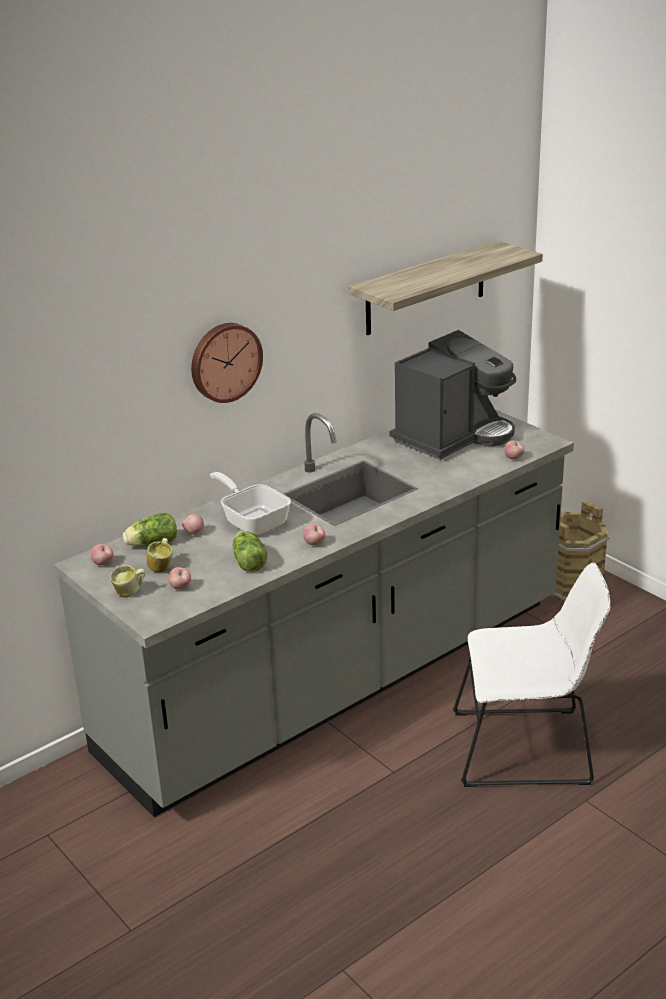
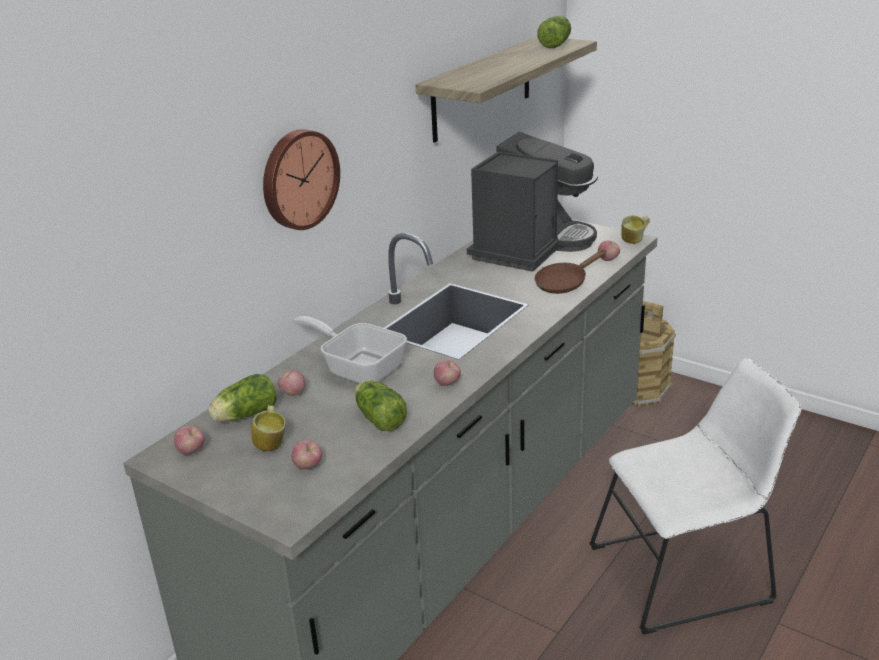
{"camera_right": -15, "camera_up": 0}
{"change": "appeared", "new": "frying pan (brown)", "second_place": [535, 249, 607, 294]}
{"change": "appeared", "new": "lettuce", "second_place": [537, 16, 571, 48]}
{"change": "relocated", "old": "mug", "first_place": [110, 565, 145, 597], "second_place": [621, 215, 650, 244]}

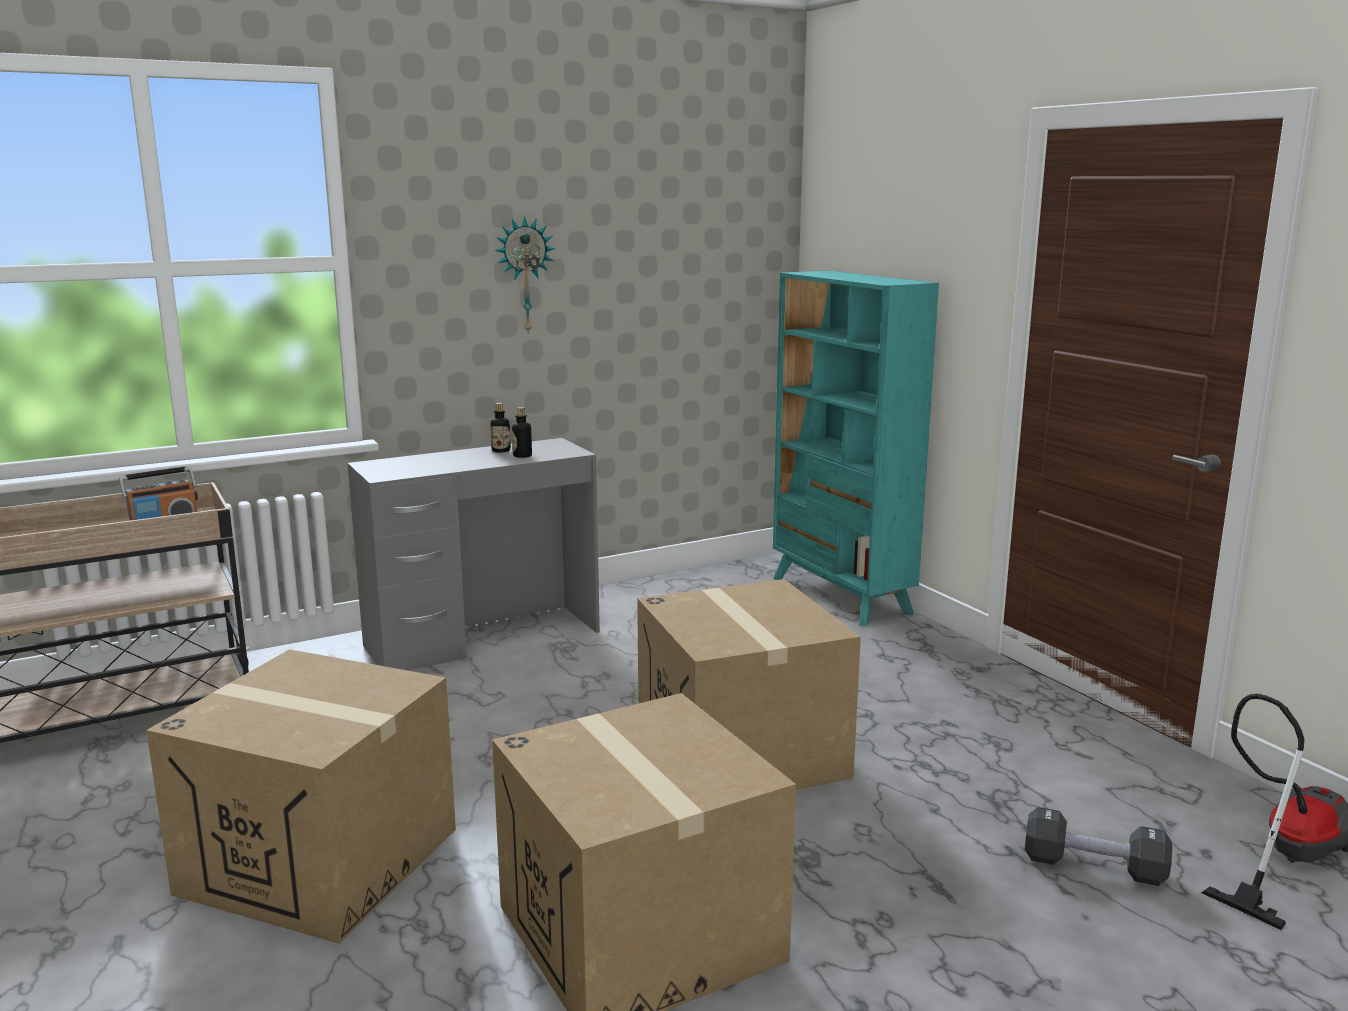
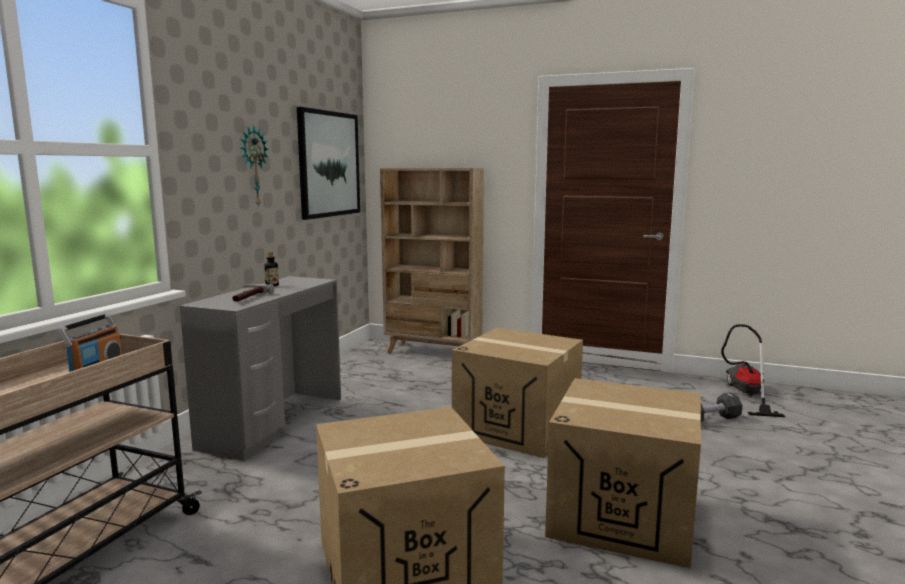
{"camera_right": -40, "camera_up": -5}
{"change": "appeared", "new": "hammer", "second_place": [232, 284, 274, 302]}
{"change": "appeared", "new": "picture", "second_place": [297, 107, 360, 220]}
{"change": "colour", "old": "bookcase (turquoise)", "new": "bookcase (beige)", "first_place": [773, 270, 939, 626], "second_place": [380, 168, 484, 353]}
{"change": "missing", "old": "bottle", "first_place": [512, 407, 532, 458]}

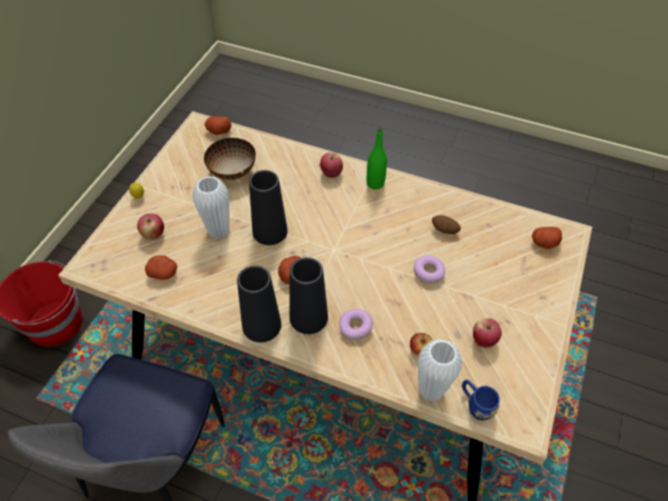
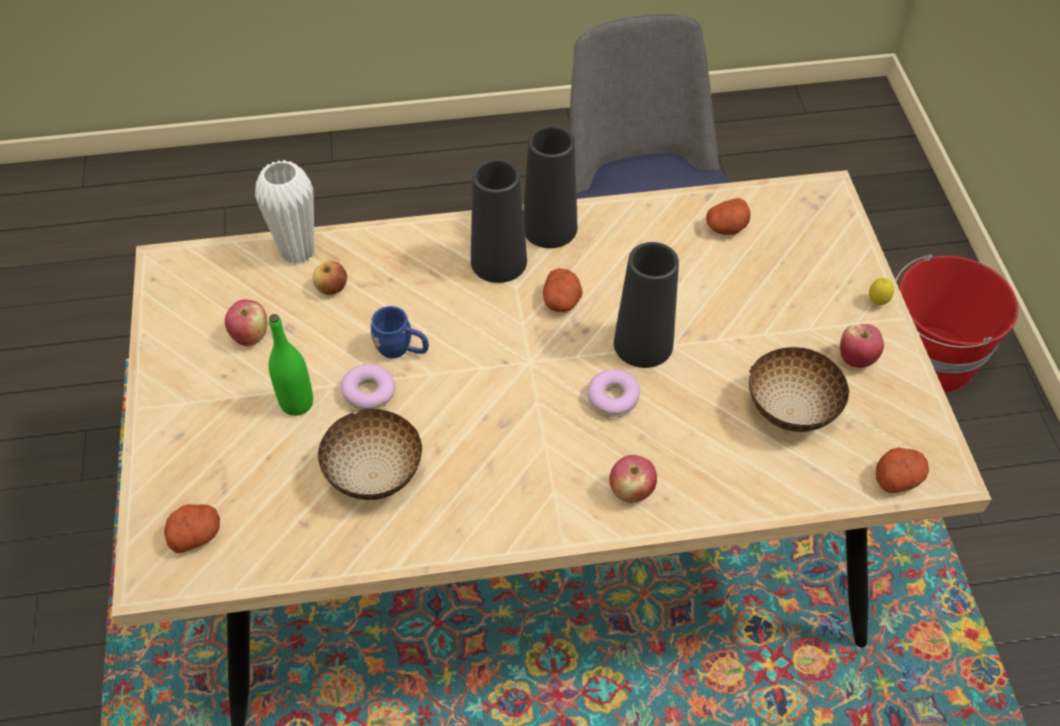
{"camera_right": 150, "camera_up": 0}
{"change": "relocated", "old": "bottle (green)", "first_place": [367, 127, 387, 189], "second_place": [269, 314, 313, 416]}
{"change": "exchanged", "old": "potato", "new": "bowl", "first_place": [432, 215, 461, 234], "second_place": [318, 409, 423, 500]}
{"change": "relocated", "old": "mug (blue)", "first_place": [462, 380, 500, 421], "second_place": [370, 306, 429, 358]}
{"change": "relocated", "old": "donut", "first_place": [339, 309, 373, 340], "second_place": [588, 369, 640, 417]}
{"change": "relocated", "old": "apple", "first_place": [137, 214, 164, 240], "second_place": [840, 324, 884, 368]}
{"change": "missing", "old": "vase (white)", "first_place": [192, 176, 229, 239]}

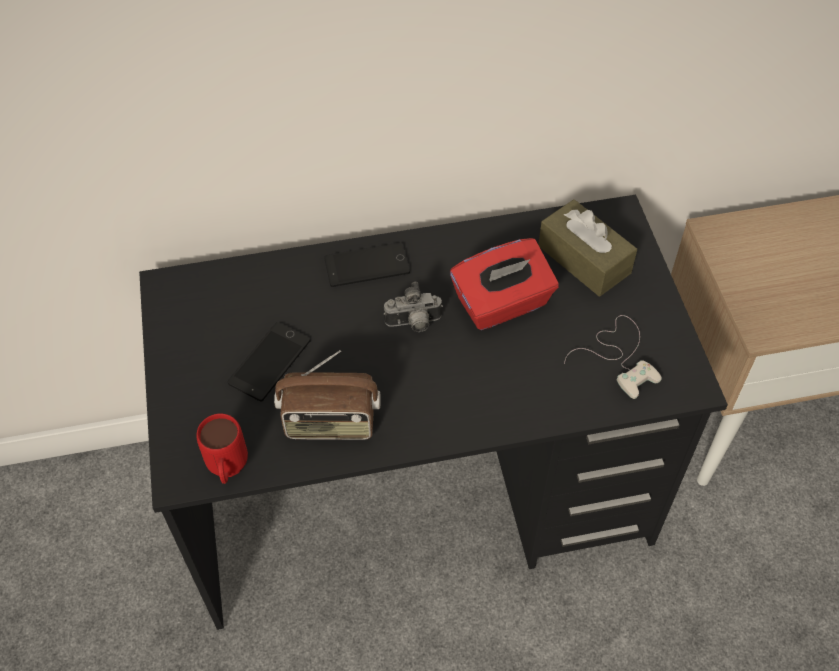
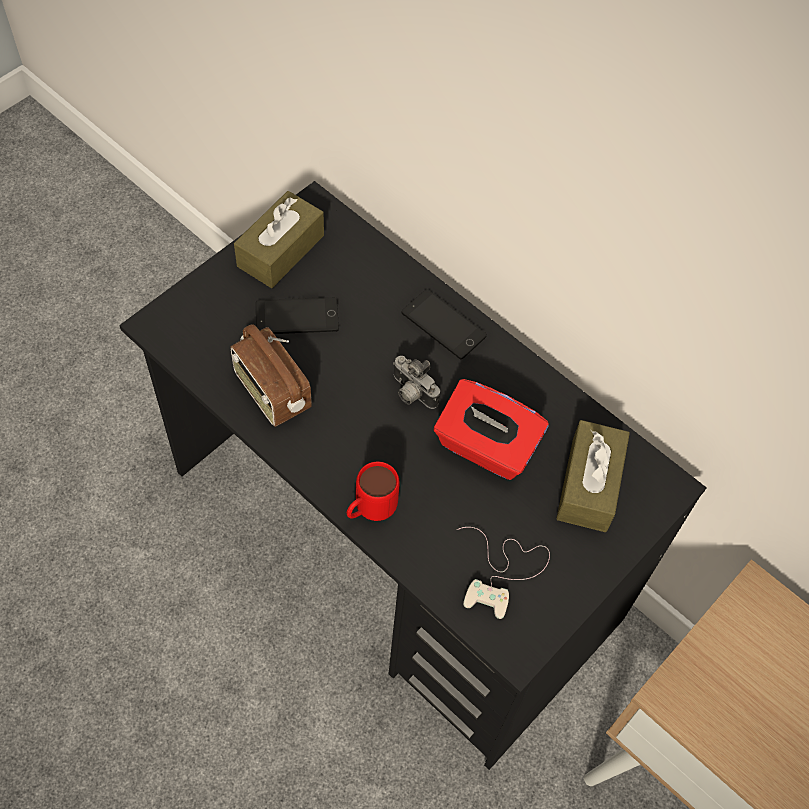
{"camera_right": 50, "camera_up": 5}
{"change": "appeared", "new": "tissue box (brown)", "second_place": [234, 191, 324, 288]}
{"change": "relocated", "old": "mug (red)", "first_place": [196, 413, 248, 484], "second_place": [347, 462, 400, 521]}

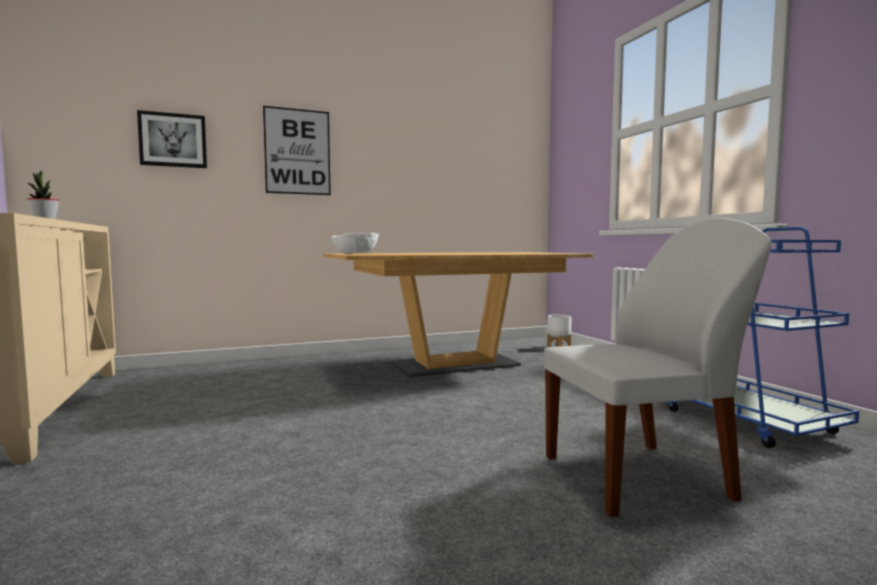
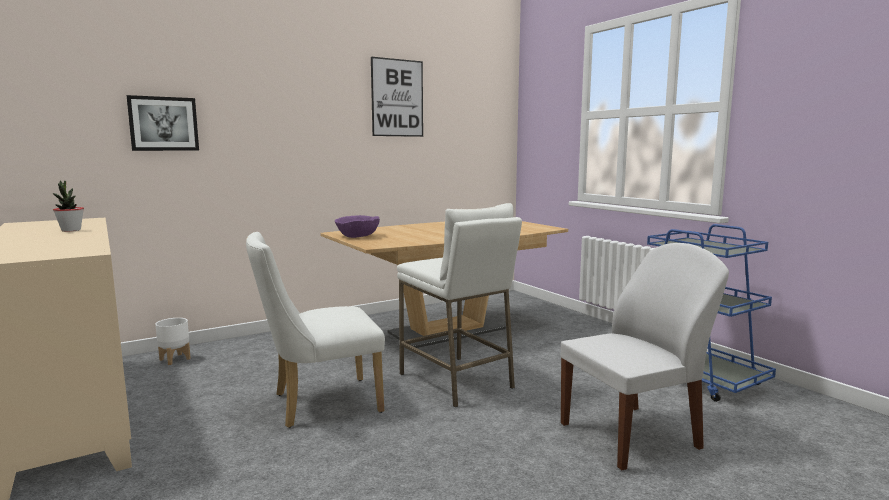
{"camera_right": -10, "camera_up": 5}
{"change": "relocated", "old": "planter (white)", "first_place": [547, 315, 572, 348], "second_place": [155, 318, 191, 365]}
{"change": "appeared", "new": "chair (white)", "second_place": [246, 232, 385, 428]}
{"change": "colour", "old": "bowl (white)", "new": "bowl (purple)", "first_place": [331, 233, 379, 254], "second_place": [335, 215, 380, 238]}
{"change": "relocated", "old": "picture", "first_place": [263, 106, 331, 195], "second_place": [371, 57, 423, 137]}
{"change": "appeared", "new": "stool (white)", "second_place": [397, 203, 522, 407]}

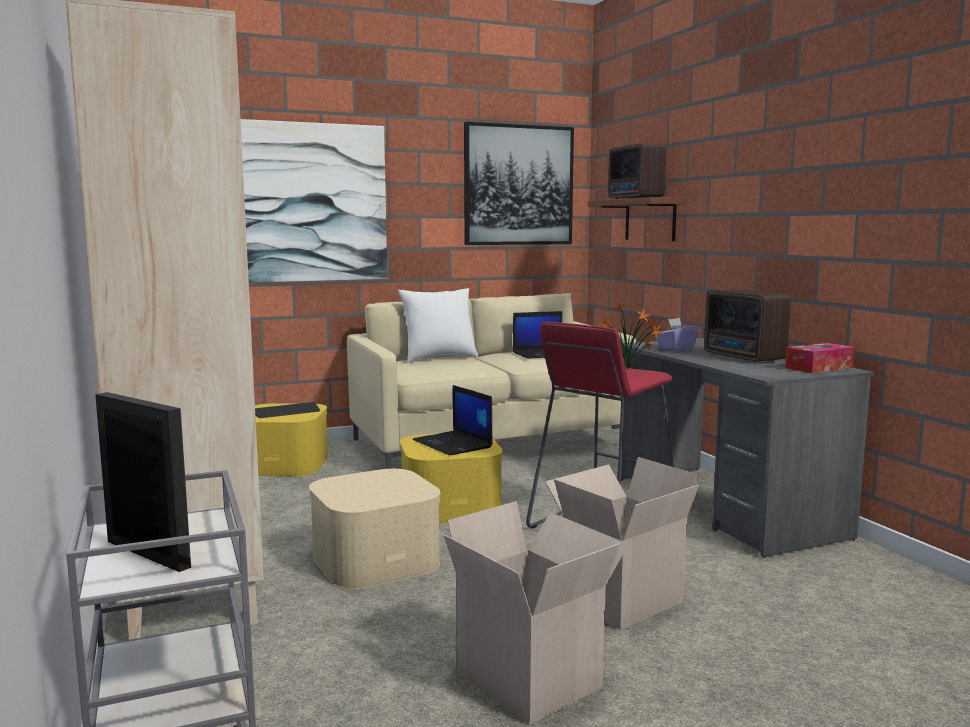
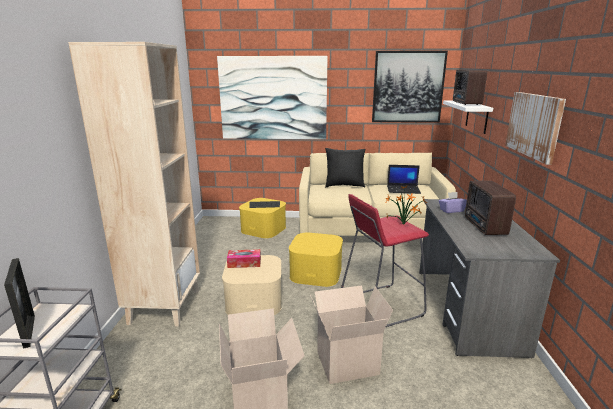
{"camera_right": 25, "camera_up": 10}
{"change": "relocated", "old": "tissue box", "first_place": [785, 343, 855, 373], "second_place": [227, 249, 261, 268]}
{"change": "colour", "old": "pillow (white)", "new": "pillow (black)", "first_place": [398, 288, 478, 363], "second_place": [325, 148, 366, 187]}
{"change": "colour", "old": "shelf (brown)", "new": "shelf (white)", "first_place": [588, 197, 686, 241], "second_place": [443, 101, 493, 134]}
{"change": "appeared", "new": "picture", "second_place": [505, 92, 566, 165]}
{"change": "missing", "old": "laptop", "first_place": [412, 385, 493, 455]}

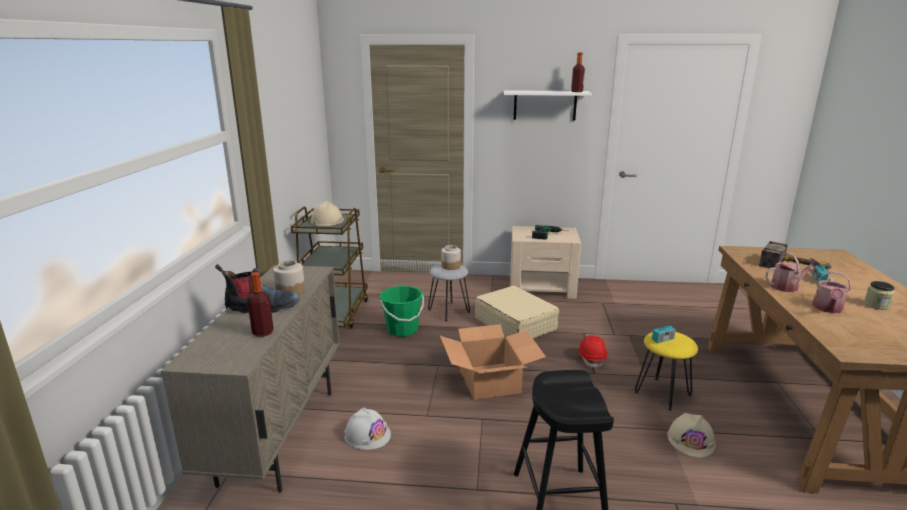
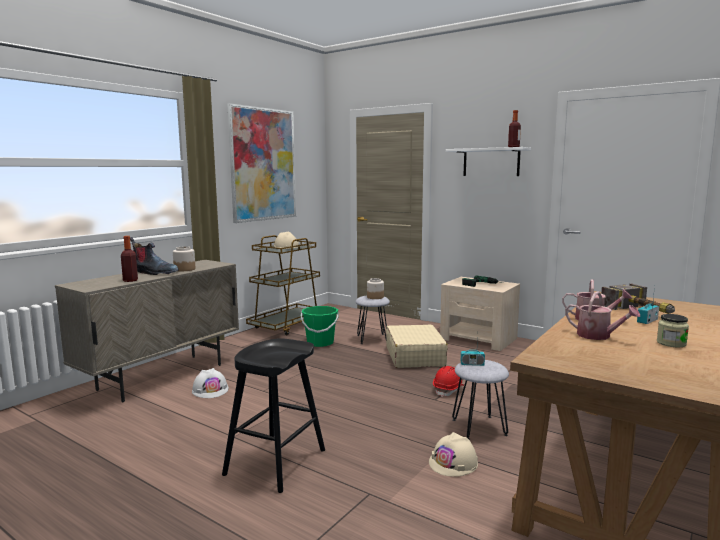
{"camera_right": 30, "camera_up": -10}
{"change": "appeared", "new": "picture", "second_place": [227, 103, 296, 223]}
{"change": "colour", "old": "stool (yellow)", "new": "stool (grey)", "first_place": [635, 332, 698, 411], "second_place": [452, 360, 509, 440]}
{"change": "spun", "old": "watering can", "first_place": [812, 271, 851, 313], "second_place": [565, 291, 640, 340], "degrees": -105}
{"change": "missing", "old": "cardboard box", "first_place": [440, 324, 546, 400]}

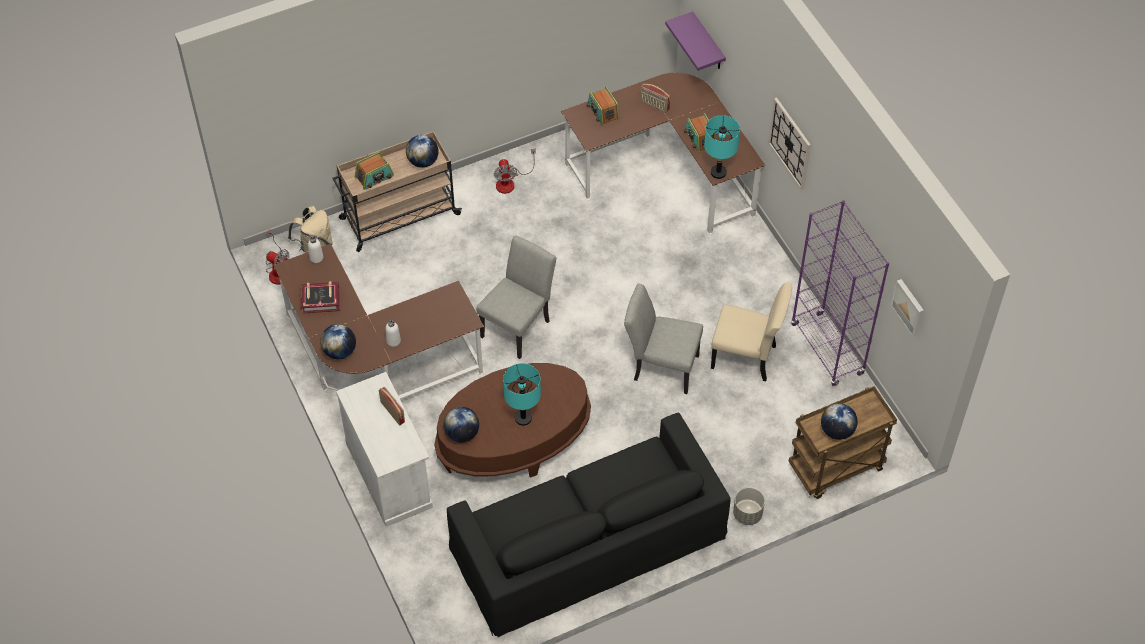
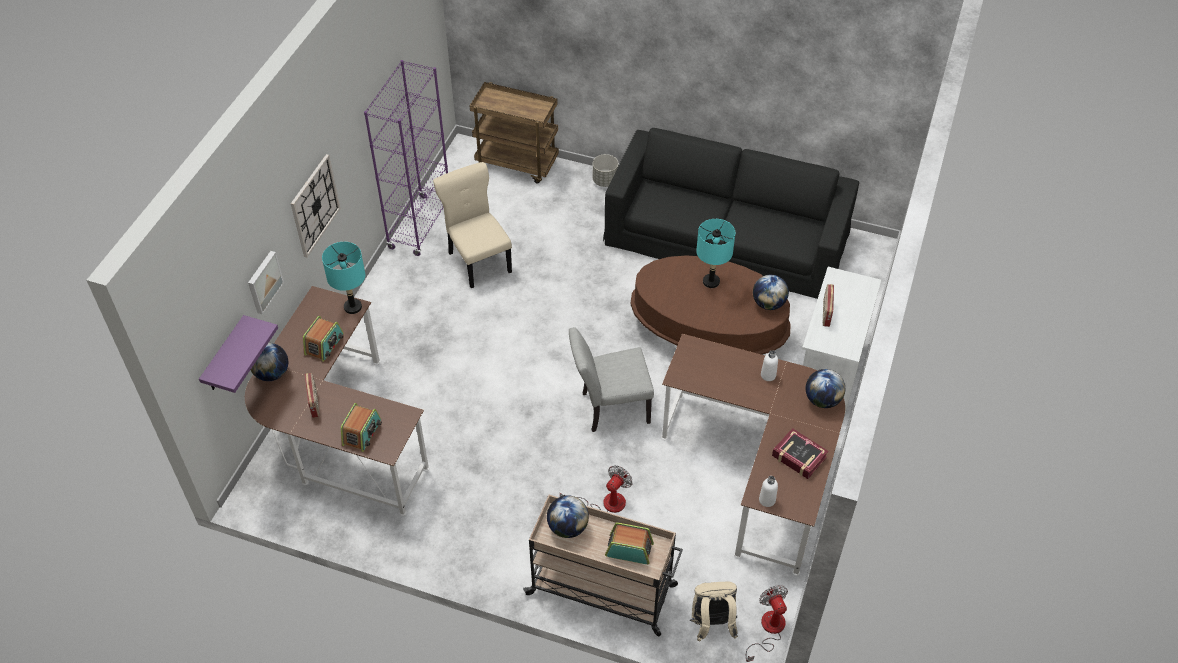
{"camera_right": -135, "camera_up": -5}
{"change": "relocated", "old": "picture", "first_place": [891, 279, 924, 336], "second_place": [248, 251, 284, 314]}
{"change": "relocated", "old": "globe", "first_place": [821, 403, 858, 440], "second_place": [251, 343, 288, 381]}
{"change": "relocated", "old": "fan", "first_place": [494, 149, 536, 194], "second_place": [560, 465, 633, 513]}
{"change": "missing", "old": "chair (grey)", "first_place": [624, 283, 703, 394]}

